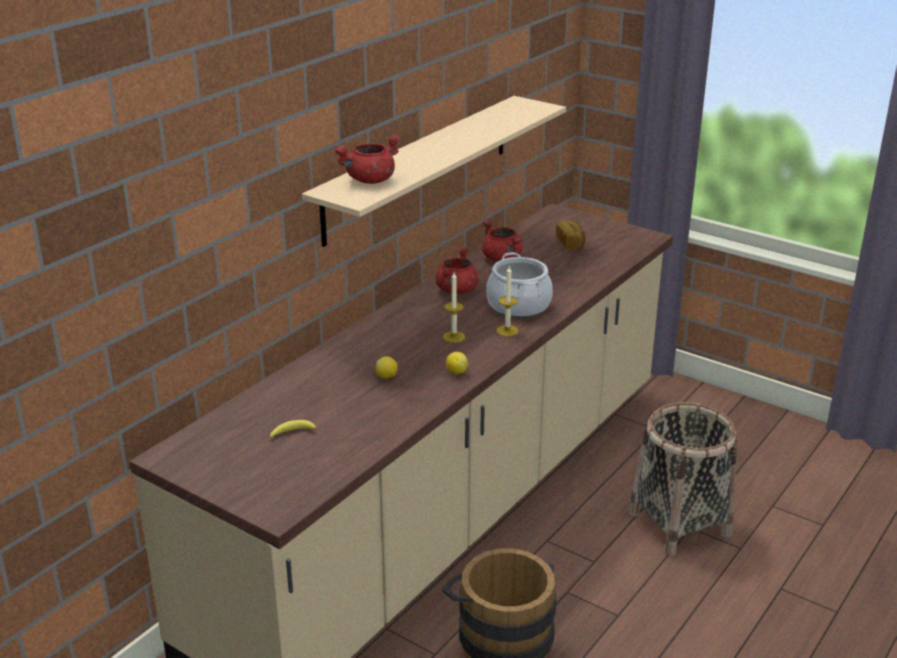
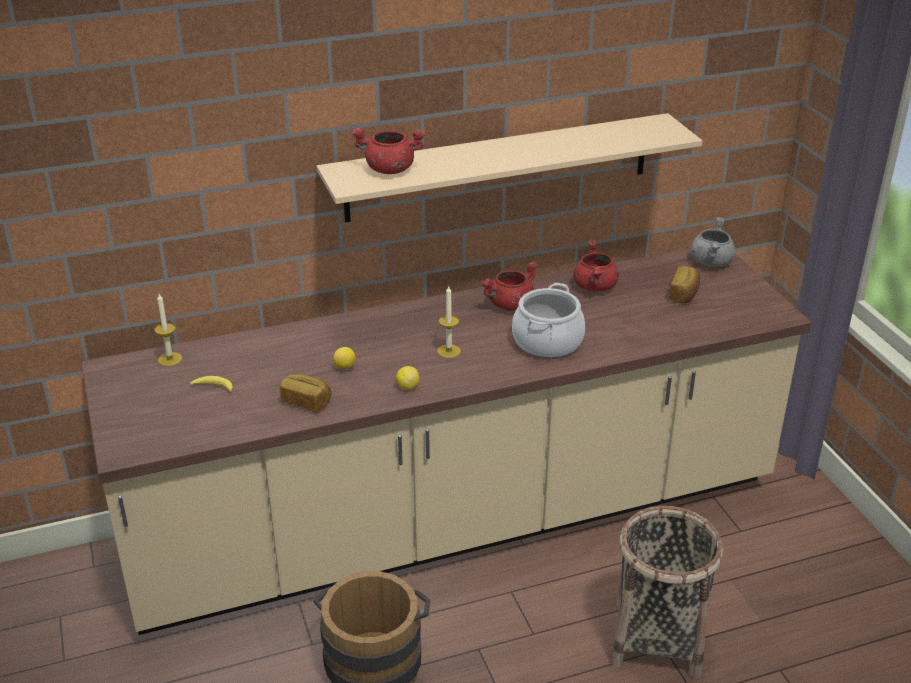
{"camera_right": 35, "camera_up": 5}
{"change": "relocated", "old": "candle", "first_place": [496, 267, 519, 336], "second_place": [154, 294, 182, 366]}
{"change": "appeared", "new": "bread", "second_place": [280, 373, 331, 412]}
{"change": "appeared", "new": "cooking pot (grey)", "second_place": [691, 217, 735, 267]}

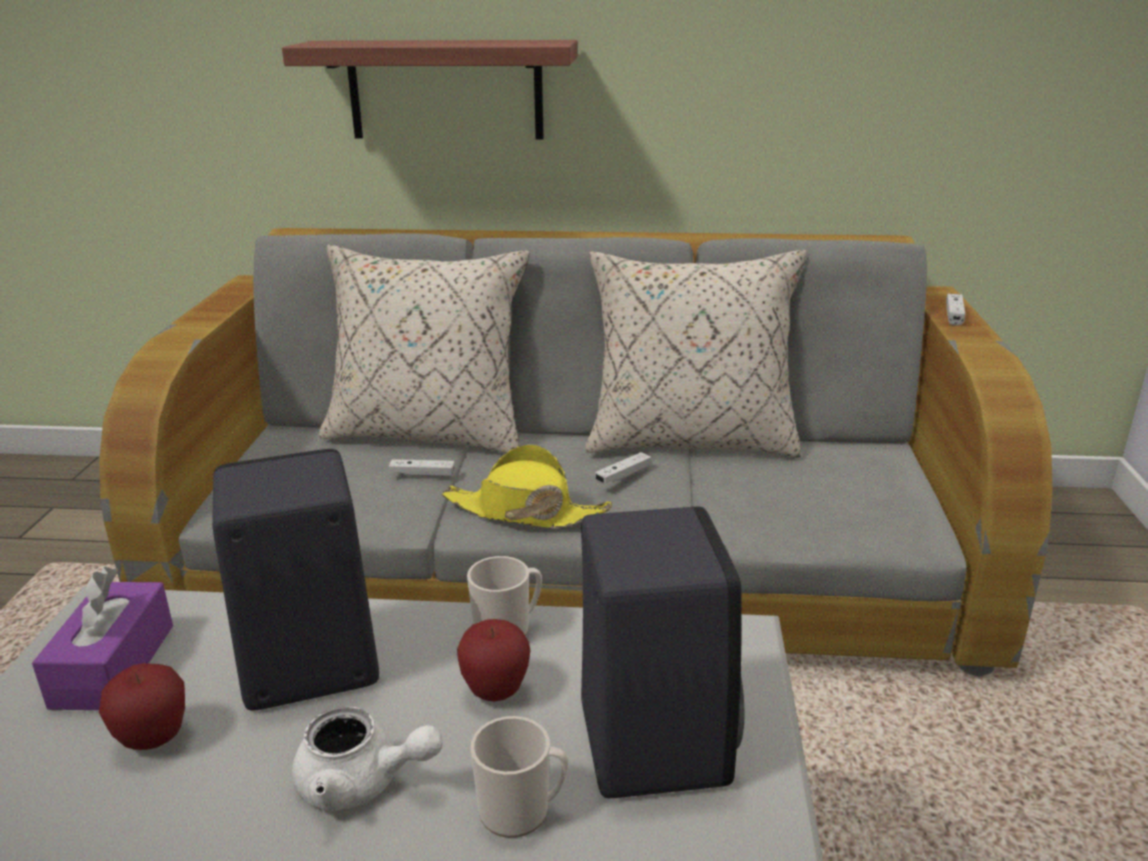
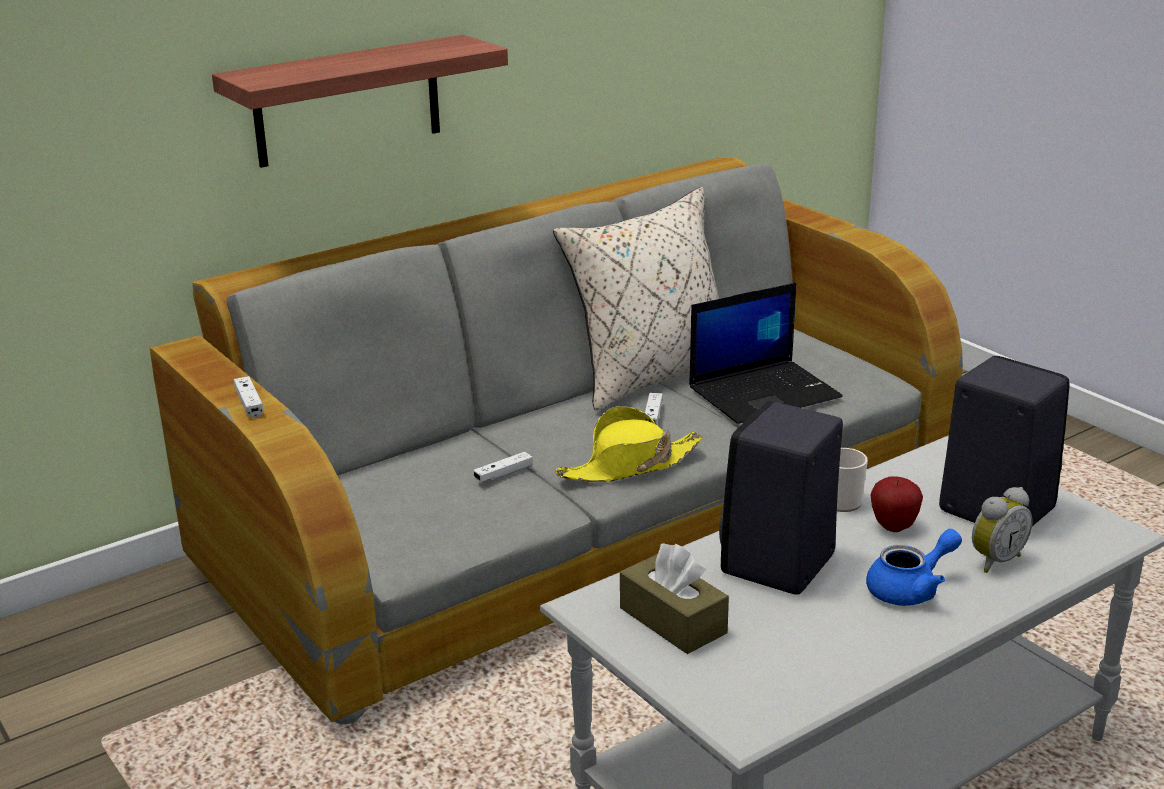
{"camera_right": -40, "camera_up": 0}
{"change": "relocated", "old": "game controller (white)", "first_place": [946, 294, 965, 326], "second_place": [234, 376, 263, 418]}
{"change": "colour", "old": "tissue box (purple)", "new": "tissue box (brown)", "first_place": [32, 567, 173, 710], "second_place": [620, 544, 729, 654]}
{"change": "appeared", "new": "laptop", "second_place": [689, 283, 843, 424]}
{"change": "colour", "old": "teapot (white)", "new": "teapot (blue)", "first_place": [292, 707, 443, 812], "second_place": [866, 529, 962, 606]}
{"change": "exchanged", "old": "mug", "new": "alarm clock", "first_place": [470, 716, 569, 838], "second_place": [972, 487, 1033, 573]}
{"change": "missing", "old": "apple", "first_place": [99, 663, 185, 750]}
{"change": "missing", "old": "pillow (beige)", "first_place": [319, 245, 529, 454]}

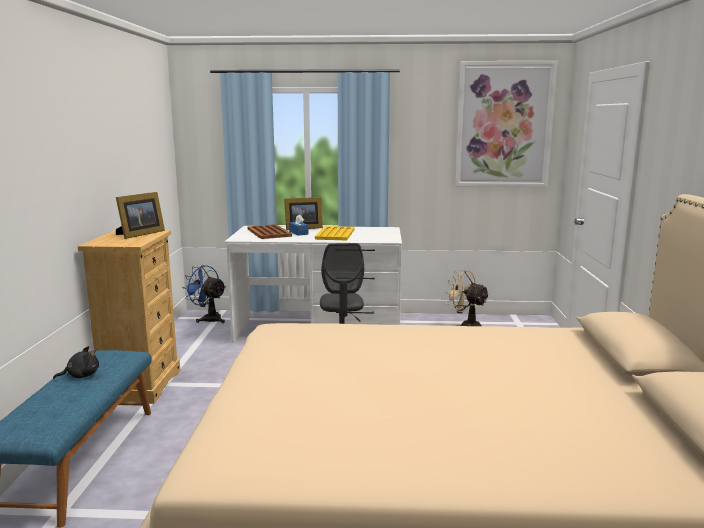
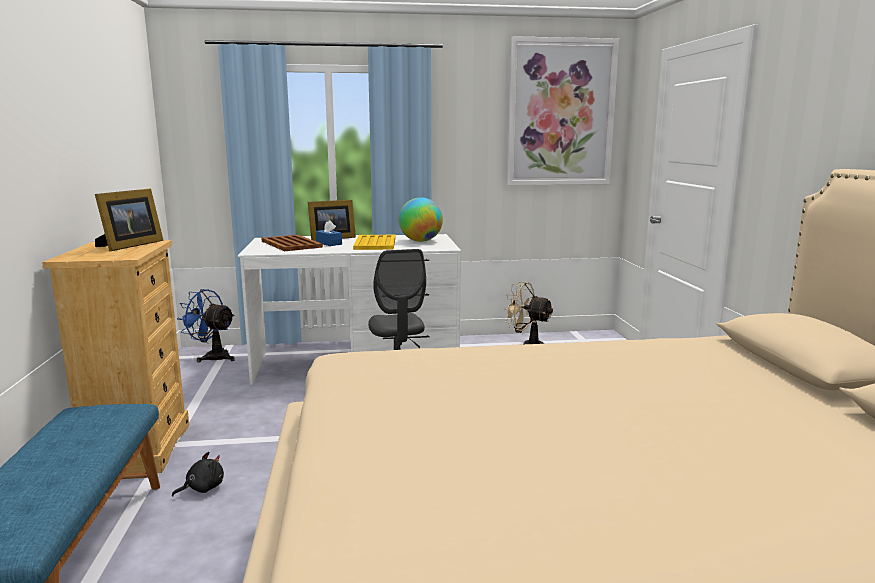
{"camera_right": -10, "camera_up": 0}
{"change": "relocated", "old": "plush toy (black)", "first_place": [53, 346, 99, 379], "second_place": [172, 452, 224, 497]}
{"change": "appeared", "new": "globe", "second_place": [399, 197, 443, 242]}

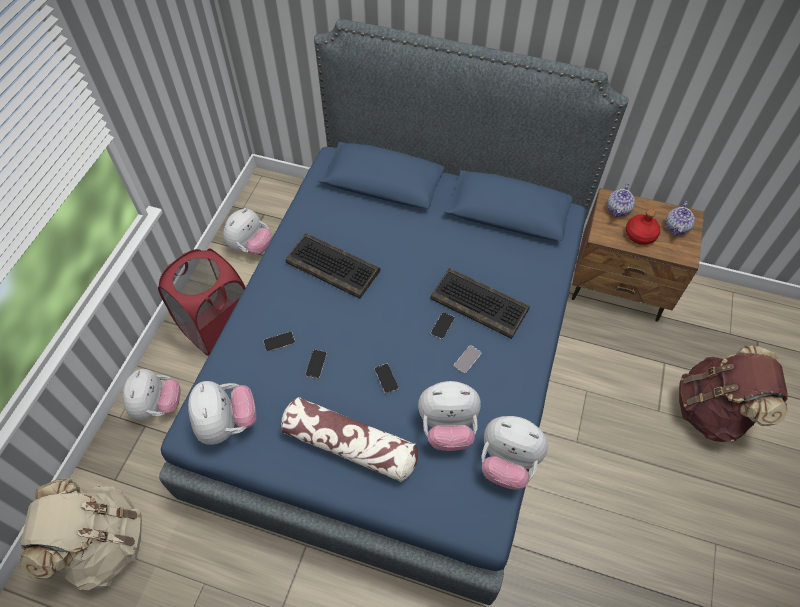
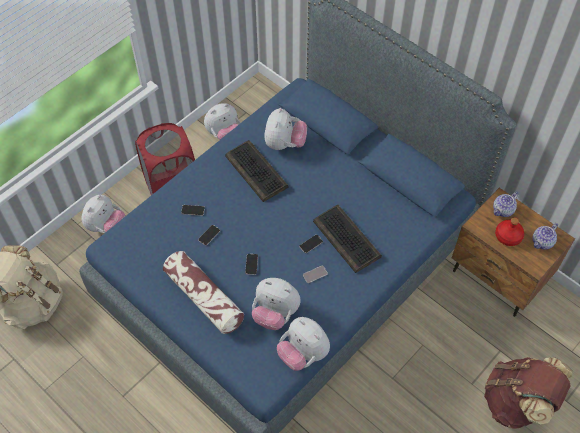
{"camera_right": 25, "camera_up": 0}
{"change": "relocated", "old": "plush toy", "first_place": [188, 381, 257, 445], "second_place": [264, 108, 307, 150]}

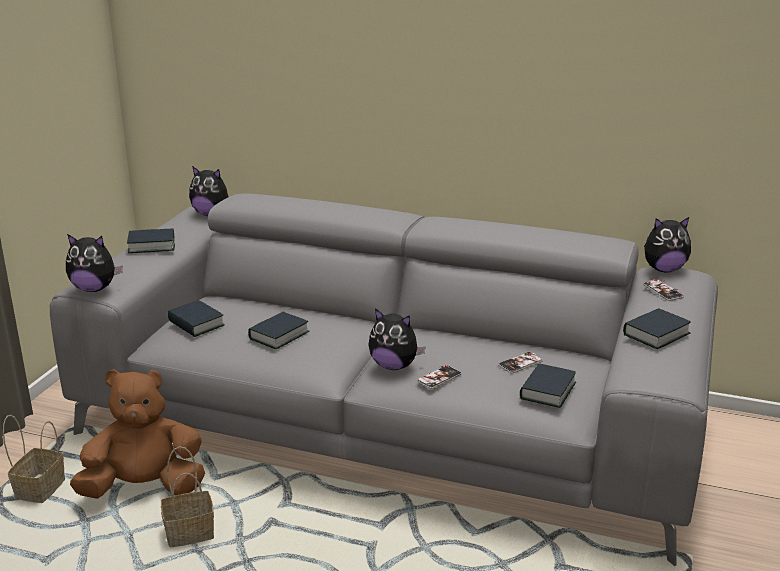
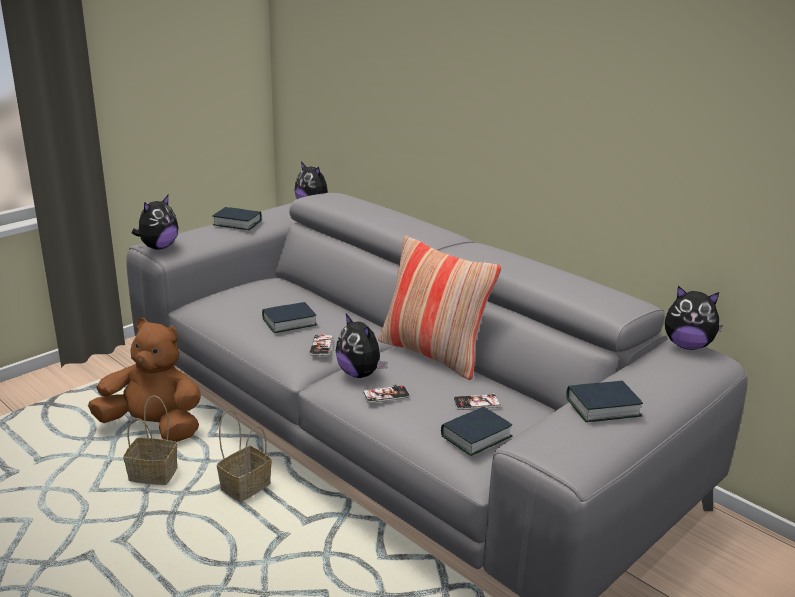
{"camera_right": 25, "camera_up": 0}
{"change": "spun", "old": "plush toy", "first_place": [66, 234, 123, 292], "second_place": [132, 195, 179, 250], "degrees": -90}
{"change": "relocated", "old": "basket", "first_place": [3, 415, 65, 503], "second_place": [217, 410, 272, 502]}
{"change": "relocated", "old": "phone", "first_place": [643, 280, 684, 301], "second_place": [309, 334, 334, 356]}
{"change": "appeared", "new": "pillow", "second_place": [378, 236, 501, 380]}
{"change": "missing", "old": "book", "first_place": [168, 300, 225, 337]}

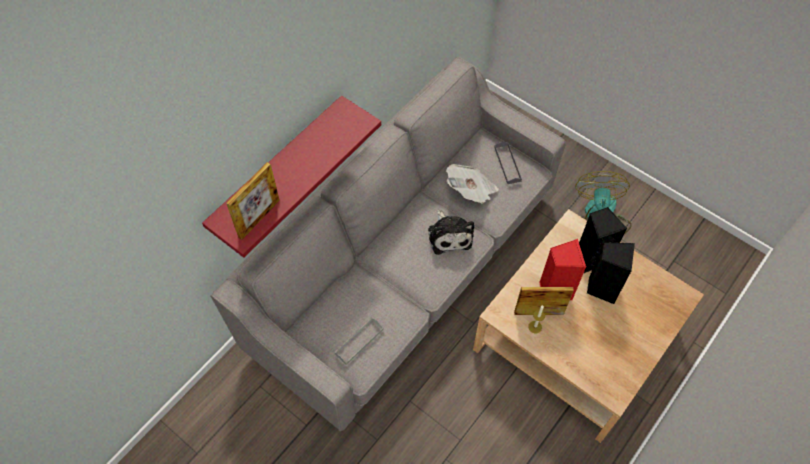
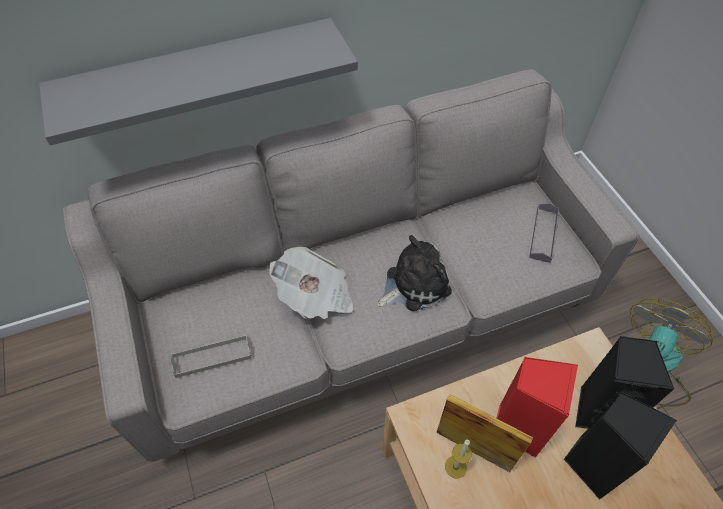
{"camera_right": 30, "camera_up": -5}
{"change": "colour", "old": "shelf (red)", "new": "shelf (grey)", "first_place": [202, 95, 381, 258], "second_place": [39, 18, 358, 145]}
{"change": "relocated", "old": "newspaper", "first_place": [446, 164, 499, 204], "second_place": [269, 247, 354, 319]}
{"change": "spun", "old": "plush toy", "first_place": [428, 210, 474, 255], "second_place": [377, 235, 452, 311], "degrees": -135}
{"change": "missing", "old": "picture frame", "first_place": [226, 162, 280, 240]}

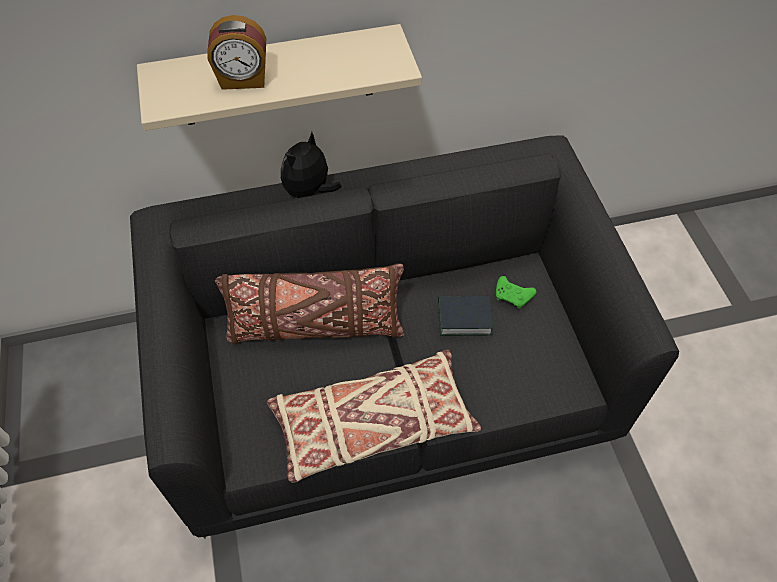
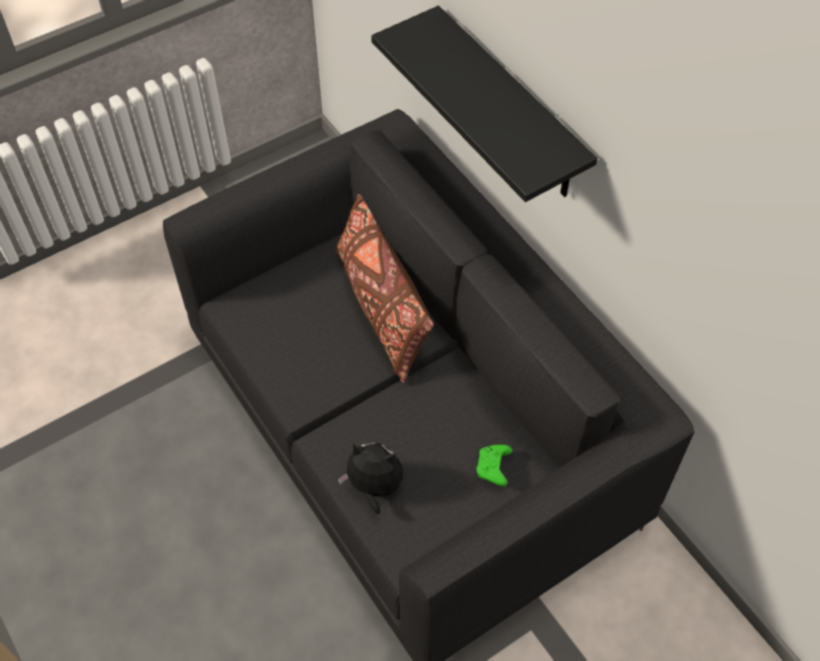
{"camera_right": 70, "camera_up": 0}
{"change": "relocated", "old": "plush toy", "first_place": [281, 132, 342, 198], "second_place": [338, 442, 403, 514]}
{"change": "colour", "old": "shelf (beige)", "new": "shelf (black)", "first_place": [137, 24, 422, 131], "second_place": [371, 5, 597, 202]}
{"change": "missing", "old": "alarm clock", "first_place": [208, 15, 266, 90]}
{"change": "missing", "old": "pillow (beige)", "first_place": [267, 350, 481, 482]}
{"change": "missing", "old": "book", "first_place": [438, 296, 493, 336]}

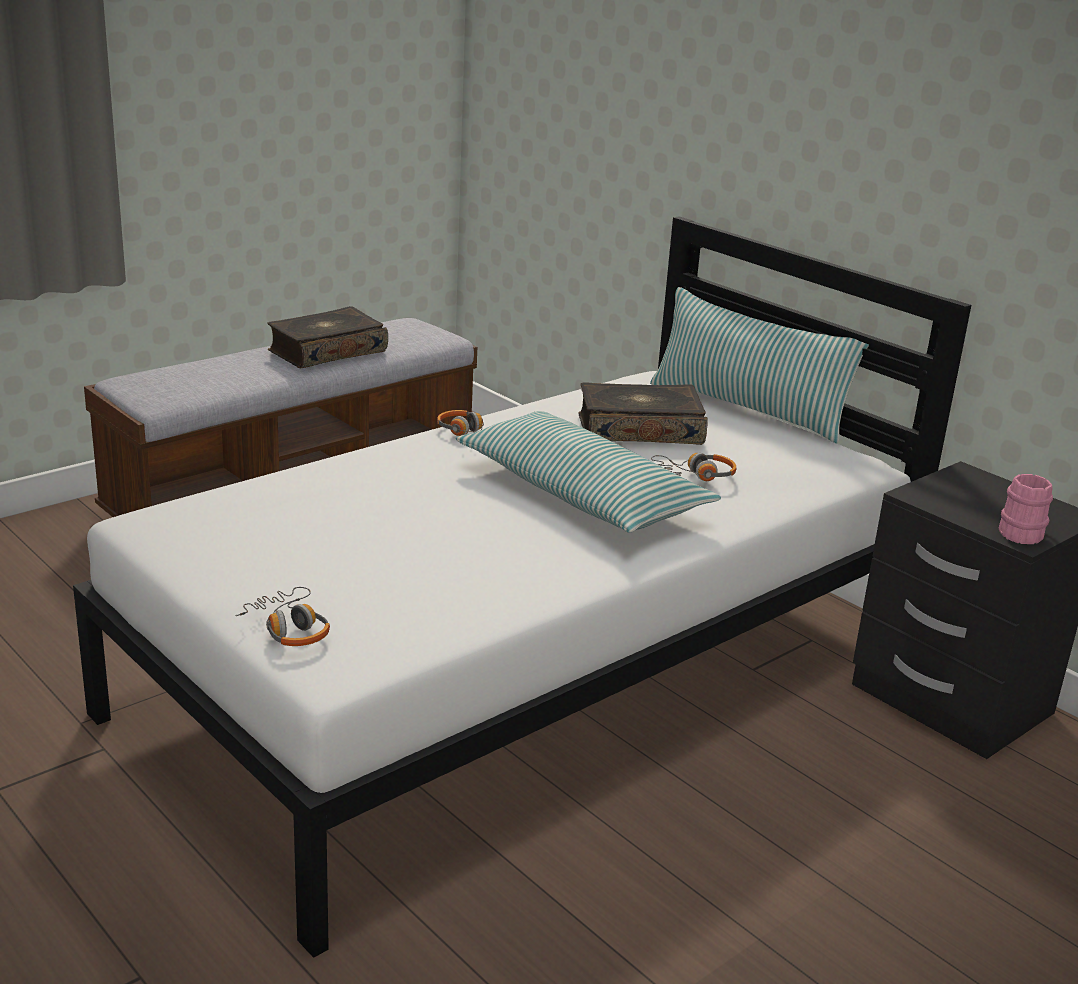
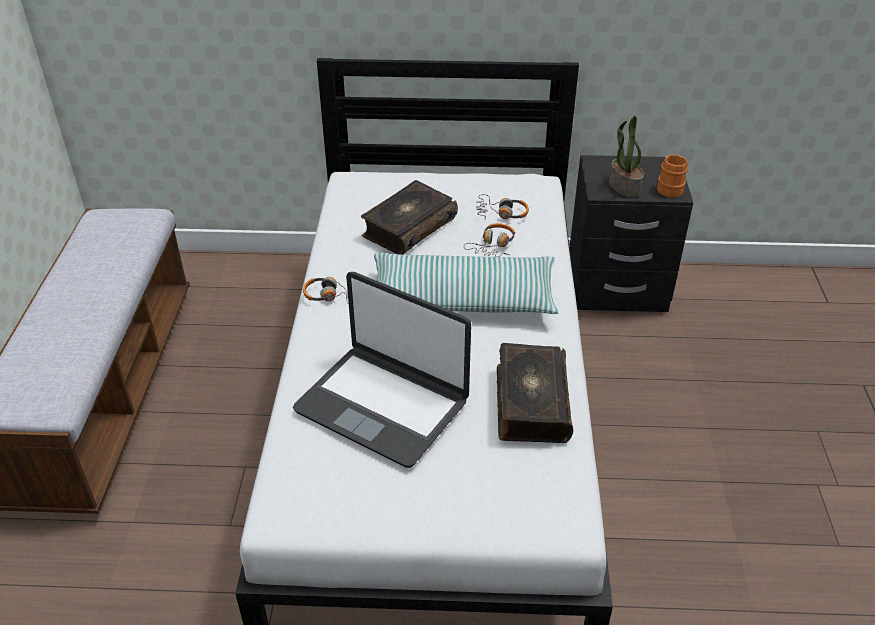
{"camera_right": -45, "camera_up": 15}
{"change": "appeared", "new": "laptop", "second_place": [293, 272, 471, 468]}
{"change": "relocated", "old": "headphones", "first_place": [236, 587, 330, 646], "second_place": [476, 194, 529, 219]}
{"change": "relocated", "old": "book", "first_place": [267, 306, 388, 368], "second_place": [497, 343, 573, 443]}
{"change": "appeared", "new": "potted plant", "second_place": [609, 116, 644, 197]}
{"change": "colour", "old": "mug (pink)", "new": "mug (orange)", "first_place": [999, 474, 1053, 544], "second_place": [657, 155, 688, 198]}
{"change": "missing", "old": "pillow", "first_place": [650, 287, 869, 443]}

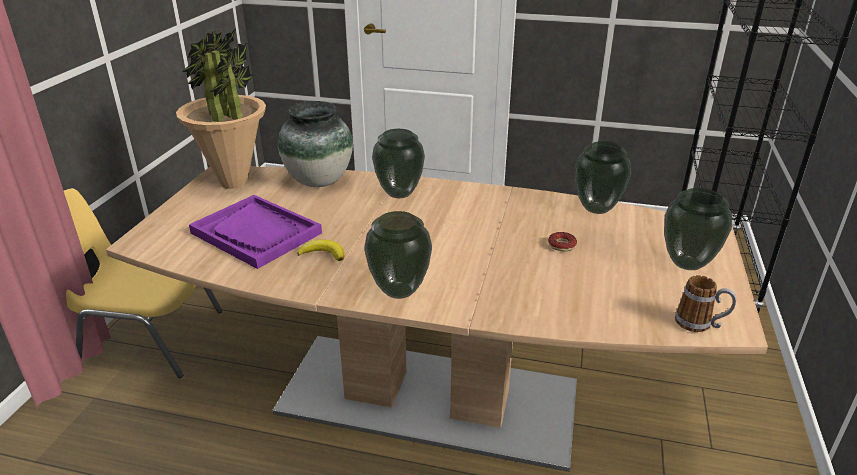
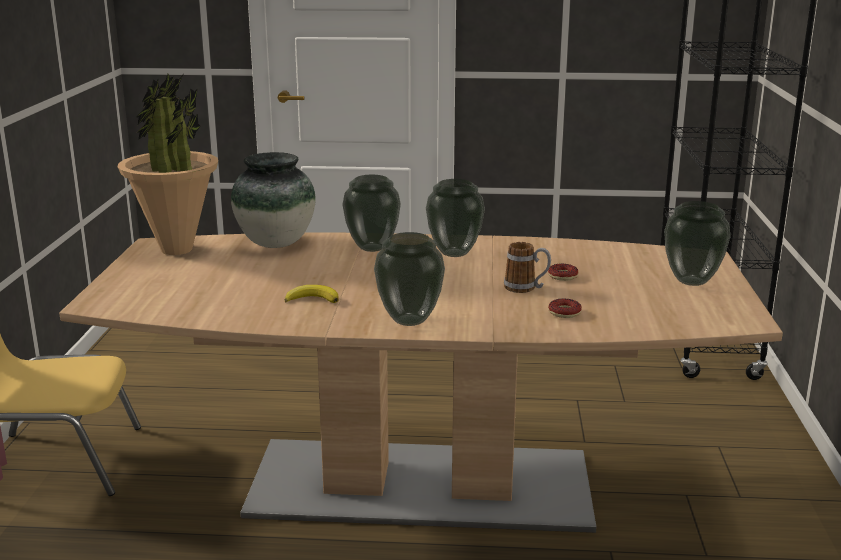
{"camera_right": -10, "camera_up": -10}
{"change": "relocated", "old": "vase", "first_place": [575, 141, 631, 214], "second_place": [426, 179, 485, 257]}
{"change": "relocated", "old": "mug", "first_place": [675, 275, 736, 332], "second_place": [504, 242, 551, 293]}
{"change": "appeared", "new": "donut", "second_place": [548, 298, 582, 318]}
{"change": "missing", "old": "tray (purple)", "first_place": [189, 195, 322, 269]}

